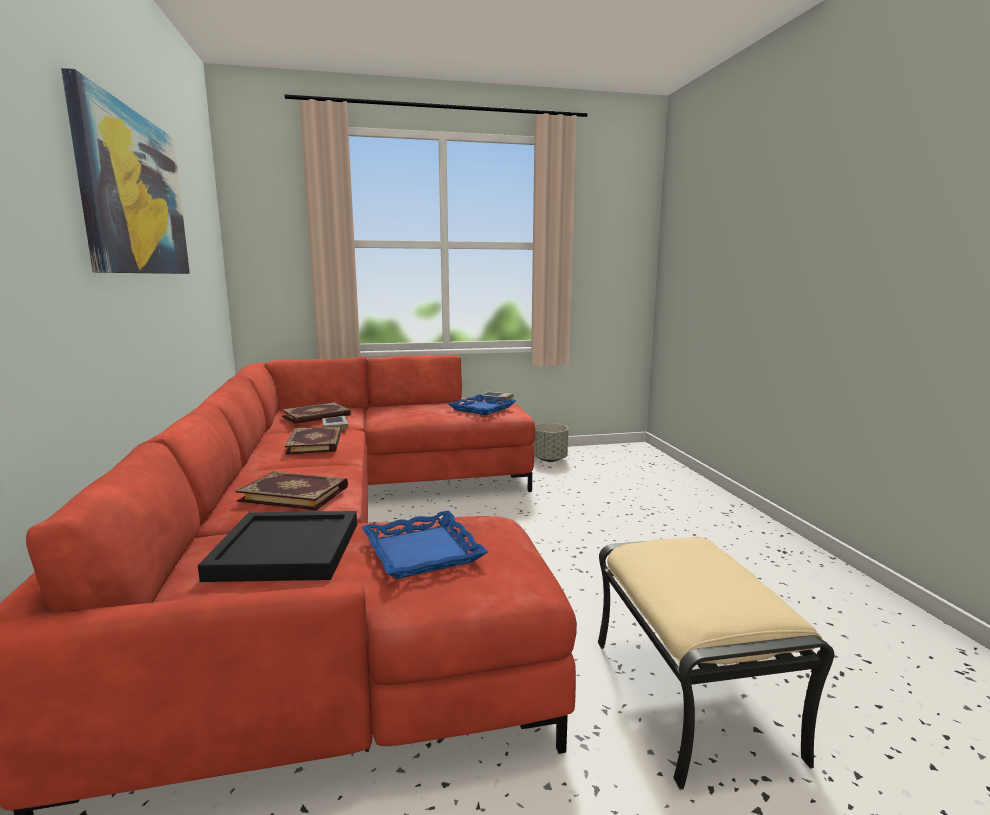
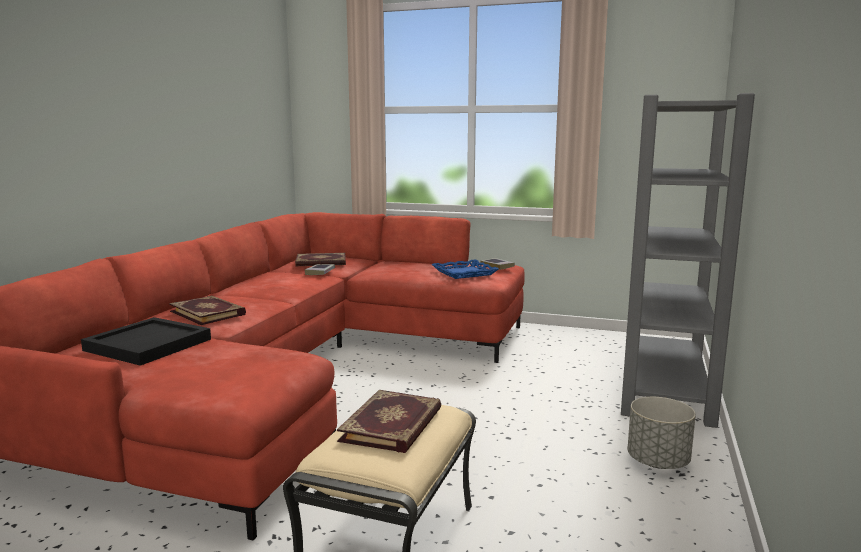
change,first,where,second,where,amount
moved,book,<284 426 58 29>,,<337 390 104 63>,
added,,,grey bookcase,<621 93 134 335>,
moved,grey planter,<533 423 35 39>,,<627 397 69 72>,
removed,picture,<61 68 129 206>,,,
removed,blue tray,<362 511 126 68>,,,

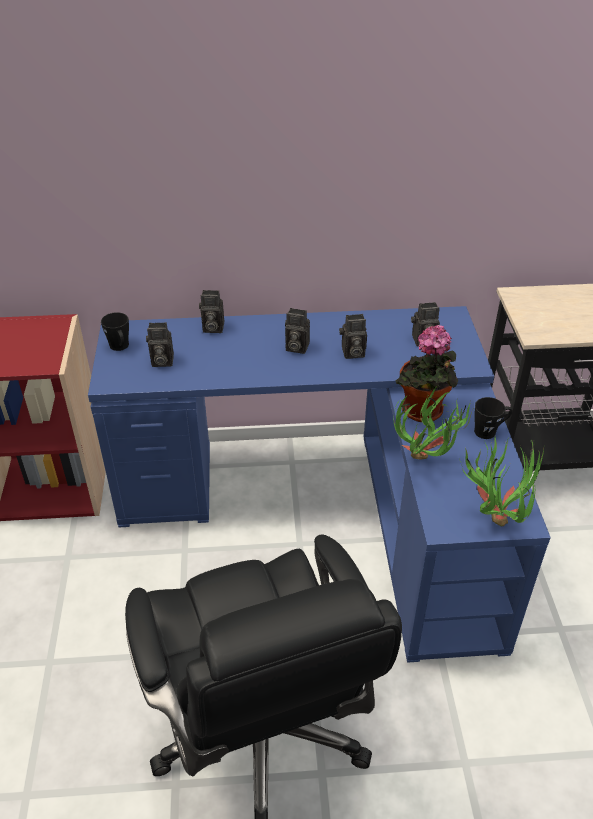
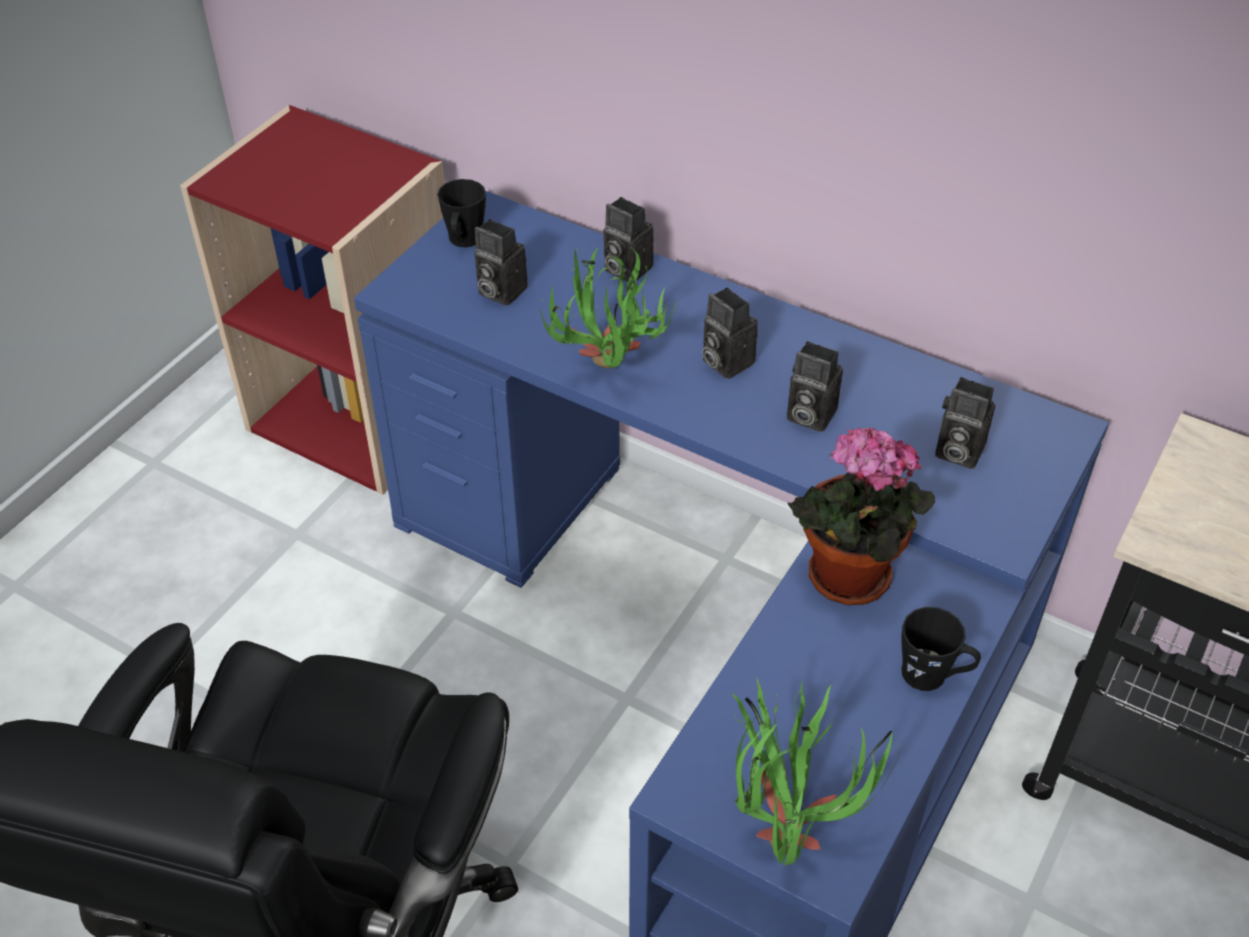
change,first,where,second,where,amount
moved,potted plant,<394 386 80 74>,,<540 248 140 121>,

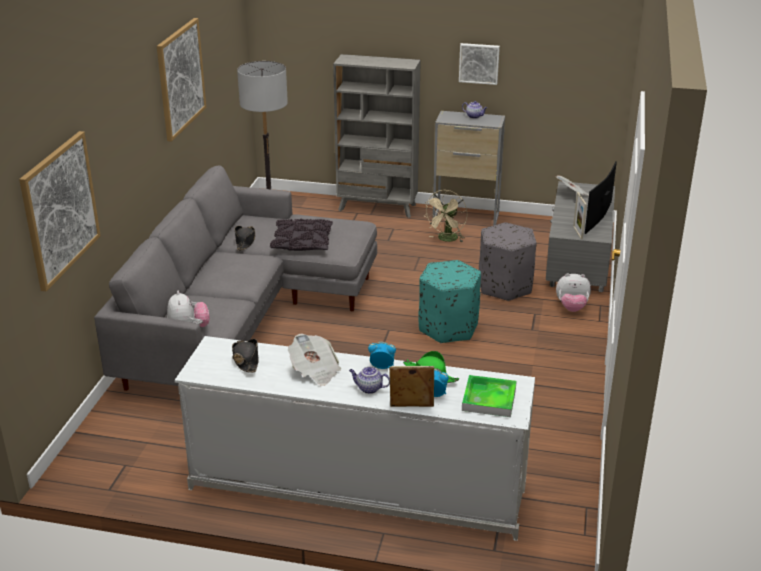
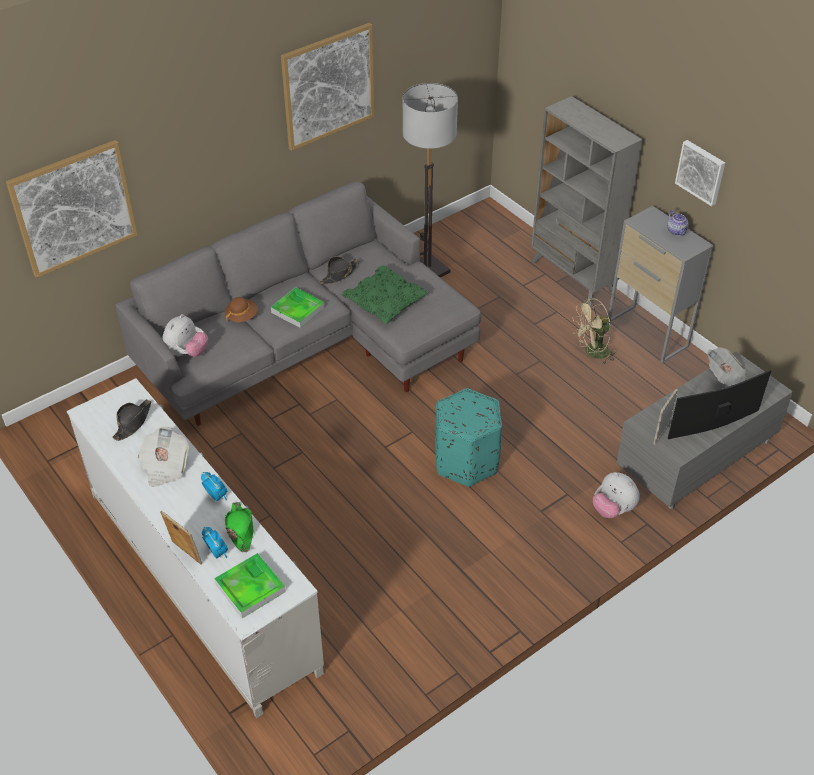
change,first,where,second,where,amount
added,,,brown hat,<225 297 33 25>,
added,,,tray,<271 287 54 41>,
recoloured,black pillow,<270 219 63 32>,green pillow,<342 265 86 59>,
removed,teapot,<349 367 41 27>,,,
removed,grey ottoman,<479 222 58 79>,,,

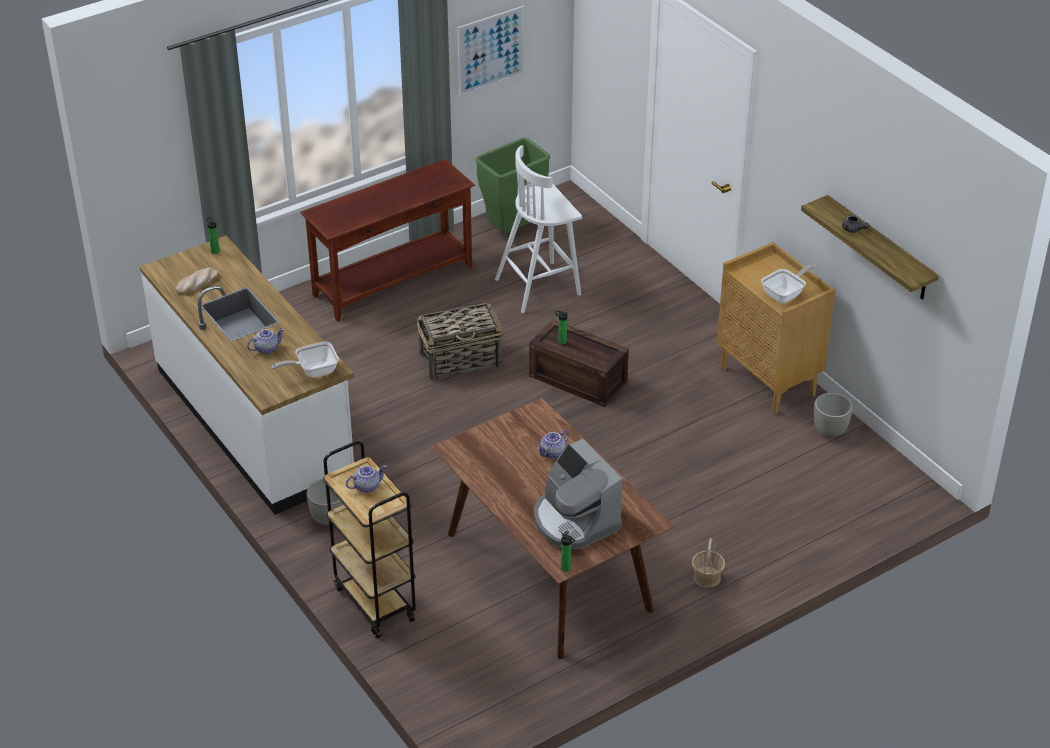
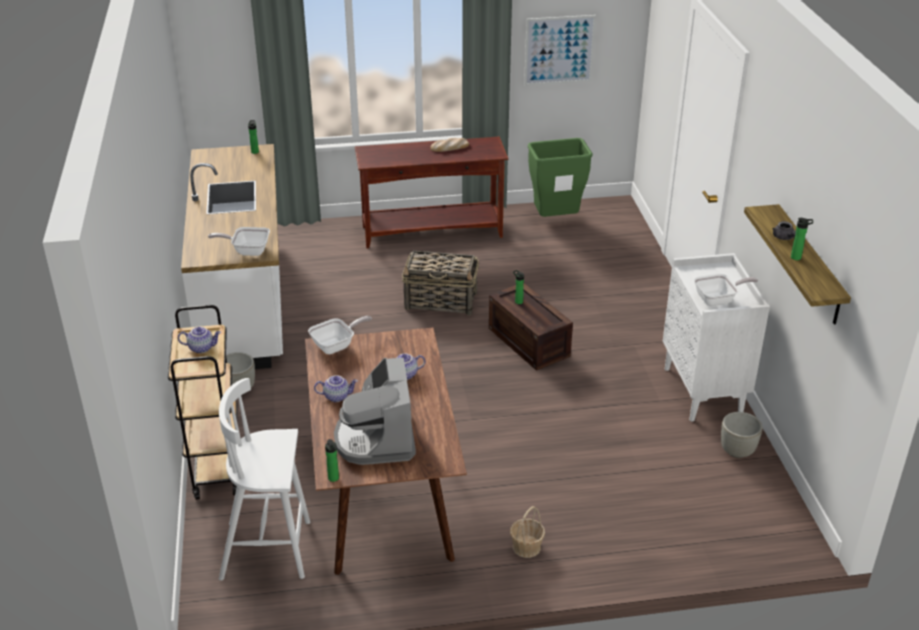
change,first,where,second,where,amount
moved,white stool,<495 145 87 168>,,<219 378 92 203>,
added,,,frying pan,<308 316 64 38>,
moved,teapot,<247 328 37 26>,,<314 375 44 27>,
moved,bread,<175 267 44 28>,,<430 138 39 14>,
recoloured,brown cabinet,<717 242 119 173>,white cabinet,<663 253 107 169>,
added,,,bottle,<791 218 22 42>,

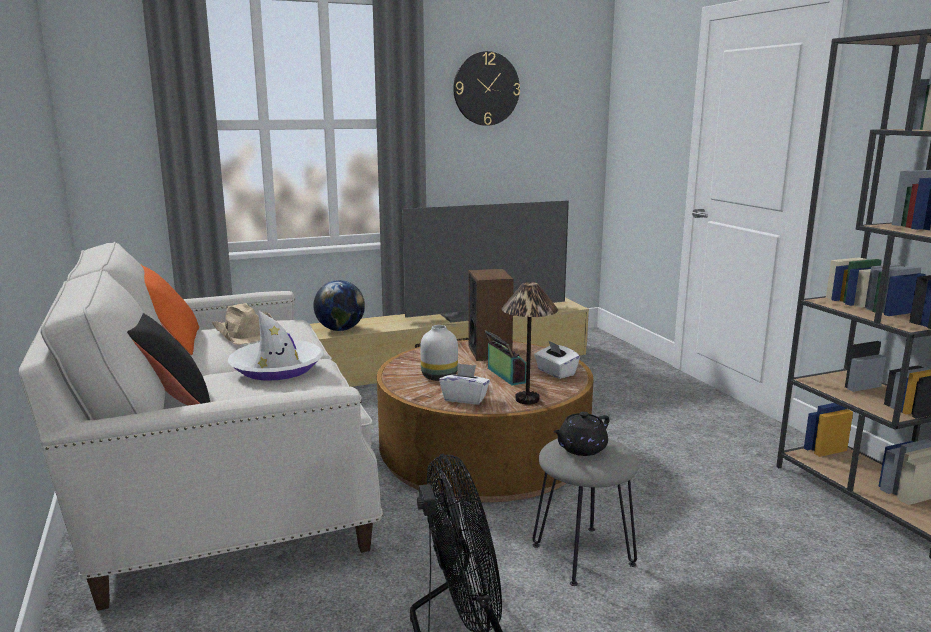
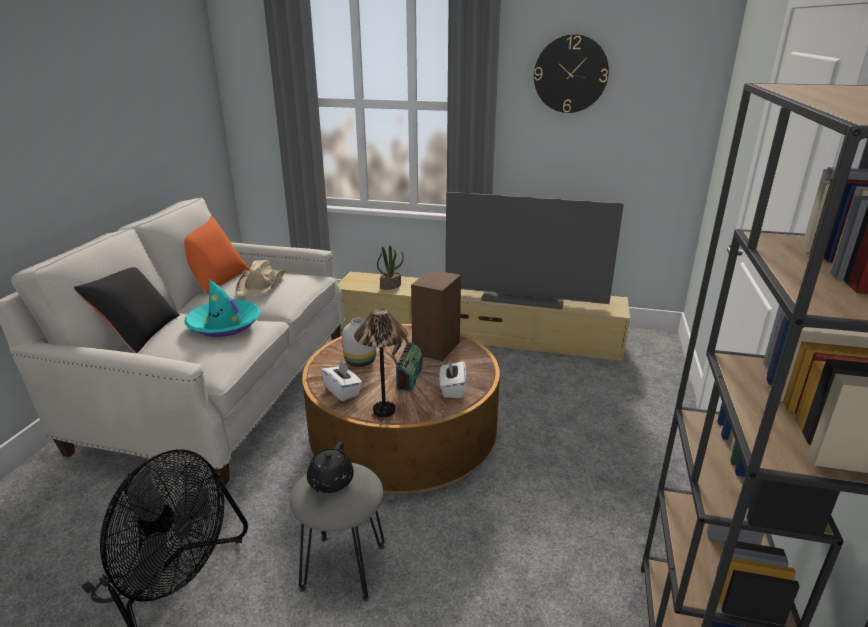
change,first,where,second,where,amount
recoloured,white hat,<228 310 96 71>,turquoise hat,<184 279 76 58>,
turned,black teapot,<553 412 56 44>,,<307 442 47 51>,75 degrees counterclockwise
replaced,globe,<313 280 52 51>,potted plant,<377 246 27 44>,

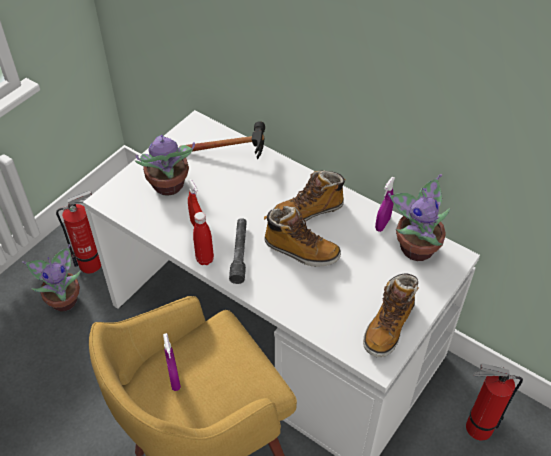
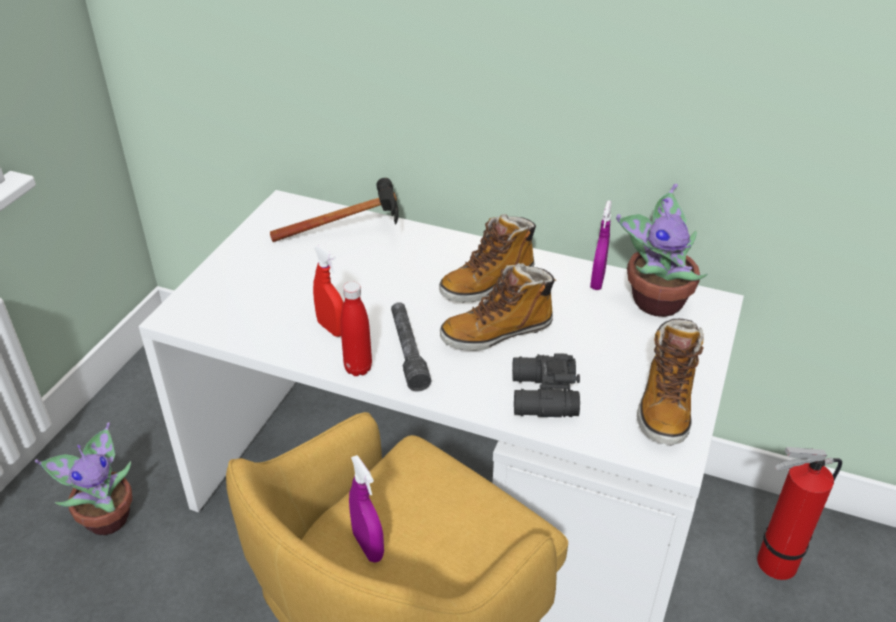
change,first,where,second,where,amount
turned,boot,<264 206 77 61>,,<440 263 117 88>,150 degrees clockwise
added,,,black binoculars,<512 354 68 63>,
removed,fire extinguisher,<56 190 45 83>,,,
removed,potted plant,<135 135 60 61>,,,

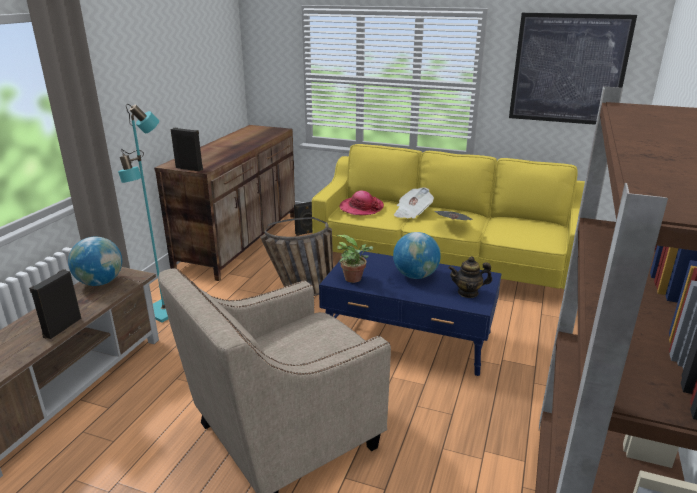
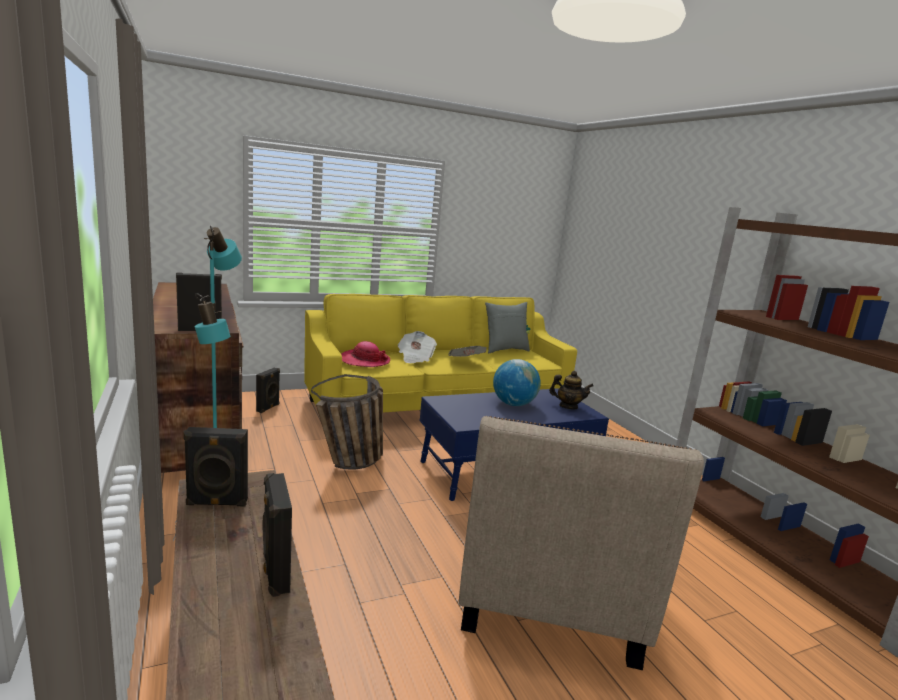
change,first,where,second,where,amount
replaced,globe,<68 237 54 49>,black speaker,<183 427 65 79>,
added,,,grey pillow,<485 302 46 51>,
turned,teapot,<448 256 44 42>,,<549 371 44 39>,120 degrees counterclockwise
removed,potted plant,<337 234 37 49>,,,
removed,picture,<509 13 128 112>,,,

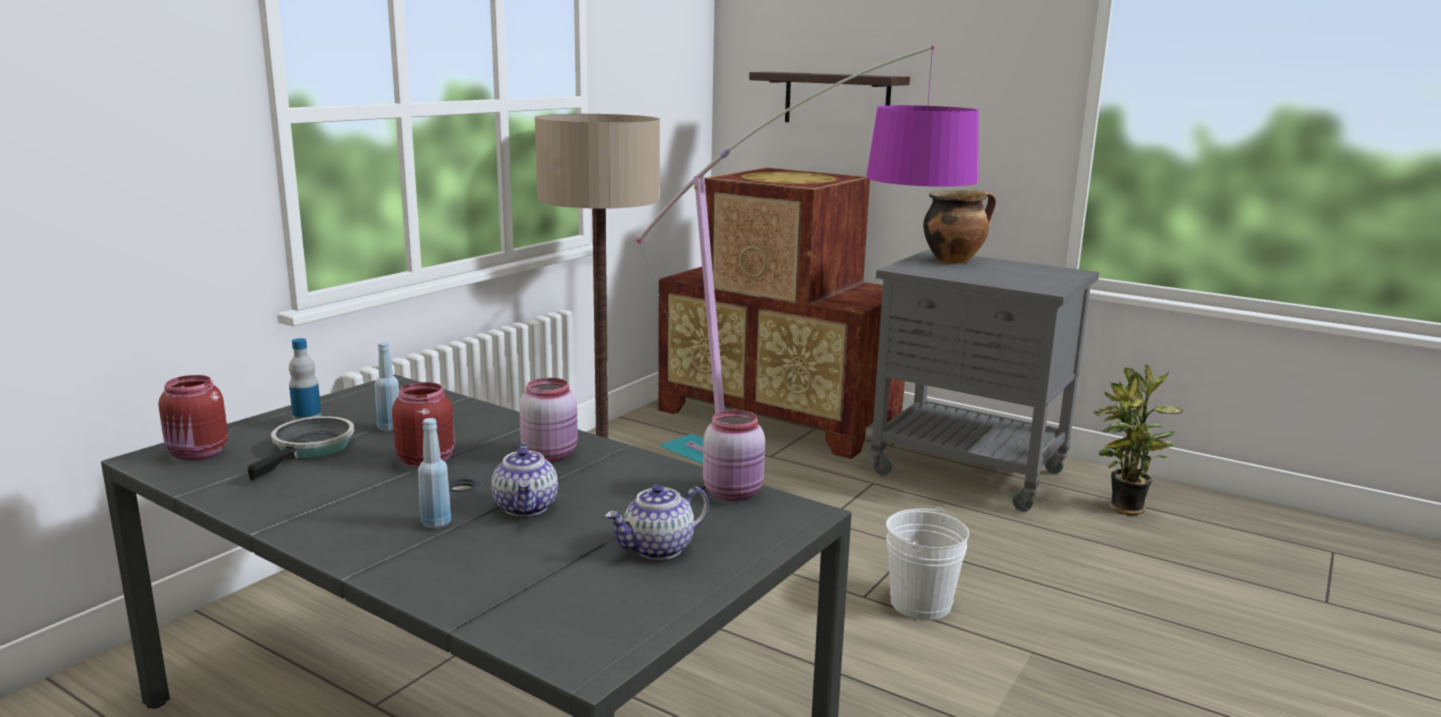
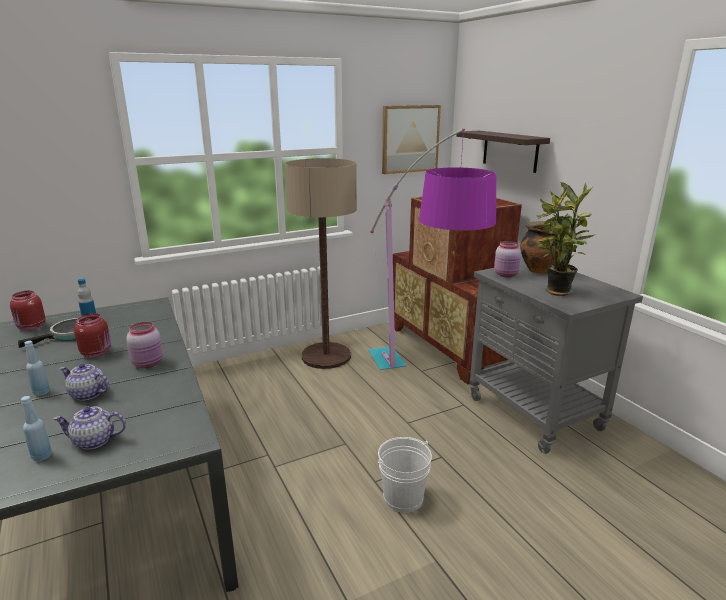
change,first,where,second,where,amount
moved,blue bottle,<374 342 25 90>,,<21 396 31 65>,
turned,teapot,<491 443 67 73>,,<60 363 50 38>,90 degrees clockwise
added,,,picture,<382 105 59 69>,
moved,pink jar,<703 409 62 92>,,<494 241 27 36>,
moved,potted plant,<1092 363 92 153>,,<536 182 58 114>,

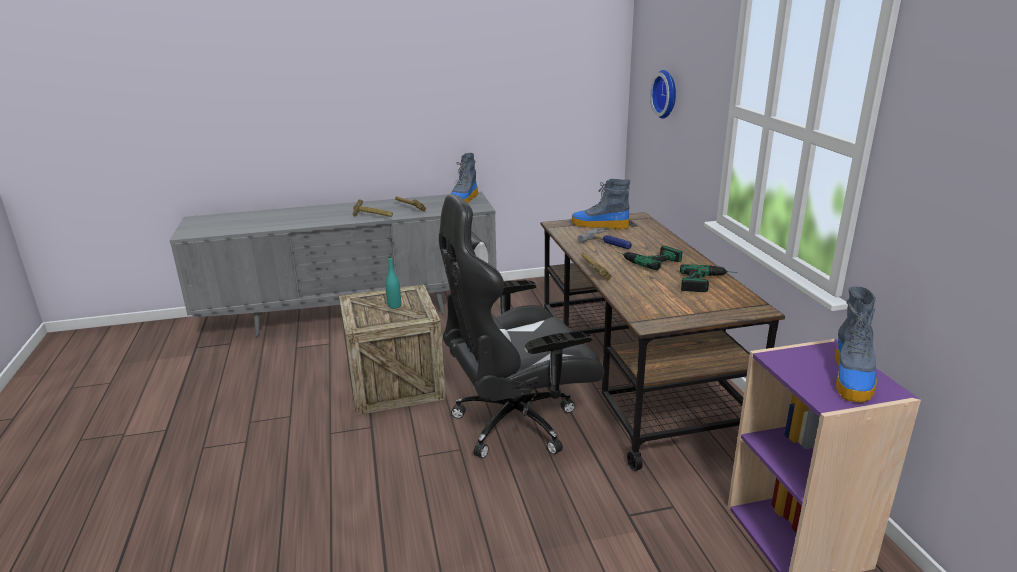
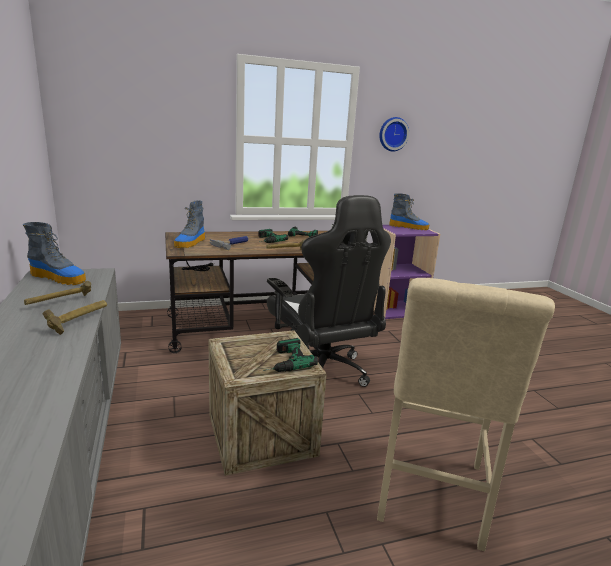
change,first,where,second,where,amount
added,,,power drill,<263 338 55 34>,
added,,,beige stool,<377 278 178 273>,
moved,wall clock,<650 70 26 49>,,<379 117 30 35>,
removed,turquoise bottle,<385 256 16 53>,,,

